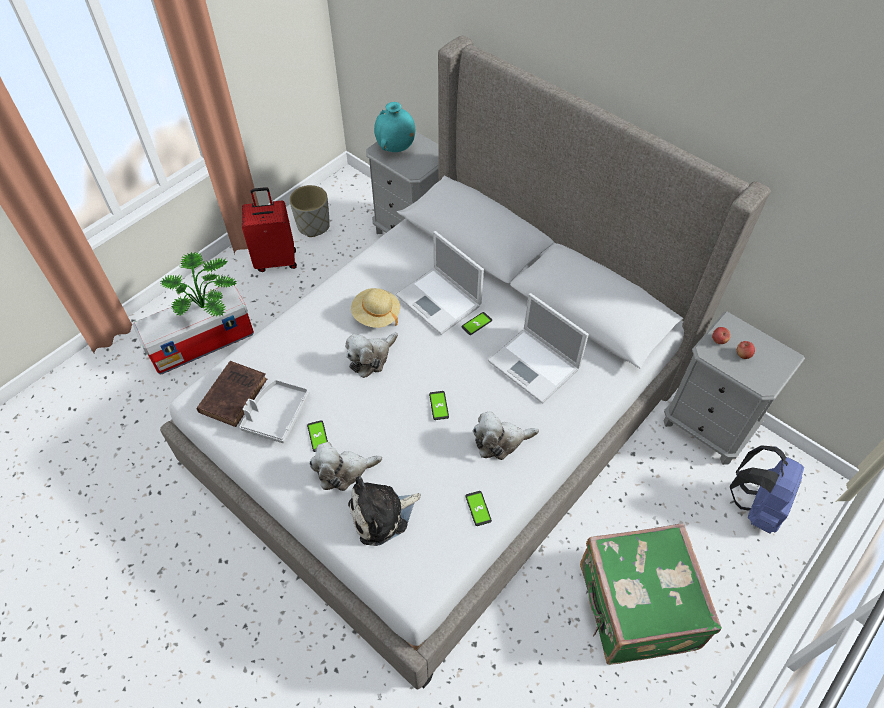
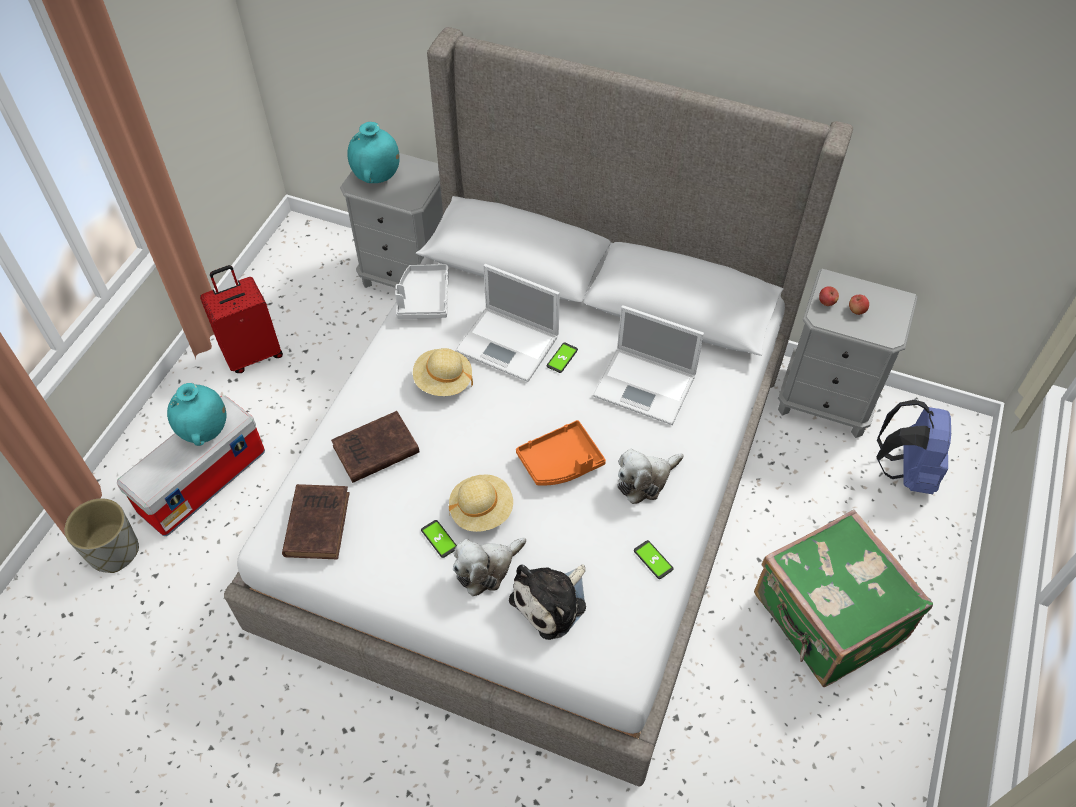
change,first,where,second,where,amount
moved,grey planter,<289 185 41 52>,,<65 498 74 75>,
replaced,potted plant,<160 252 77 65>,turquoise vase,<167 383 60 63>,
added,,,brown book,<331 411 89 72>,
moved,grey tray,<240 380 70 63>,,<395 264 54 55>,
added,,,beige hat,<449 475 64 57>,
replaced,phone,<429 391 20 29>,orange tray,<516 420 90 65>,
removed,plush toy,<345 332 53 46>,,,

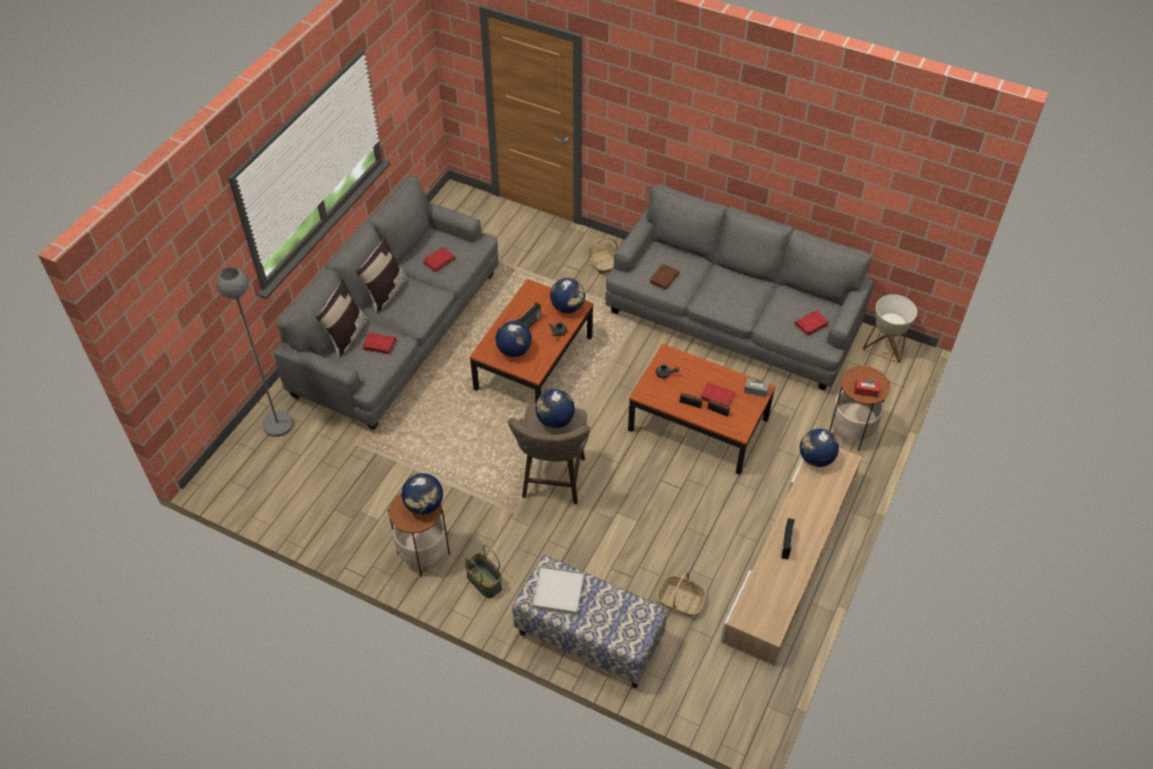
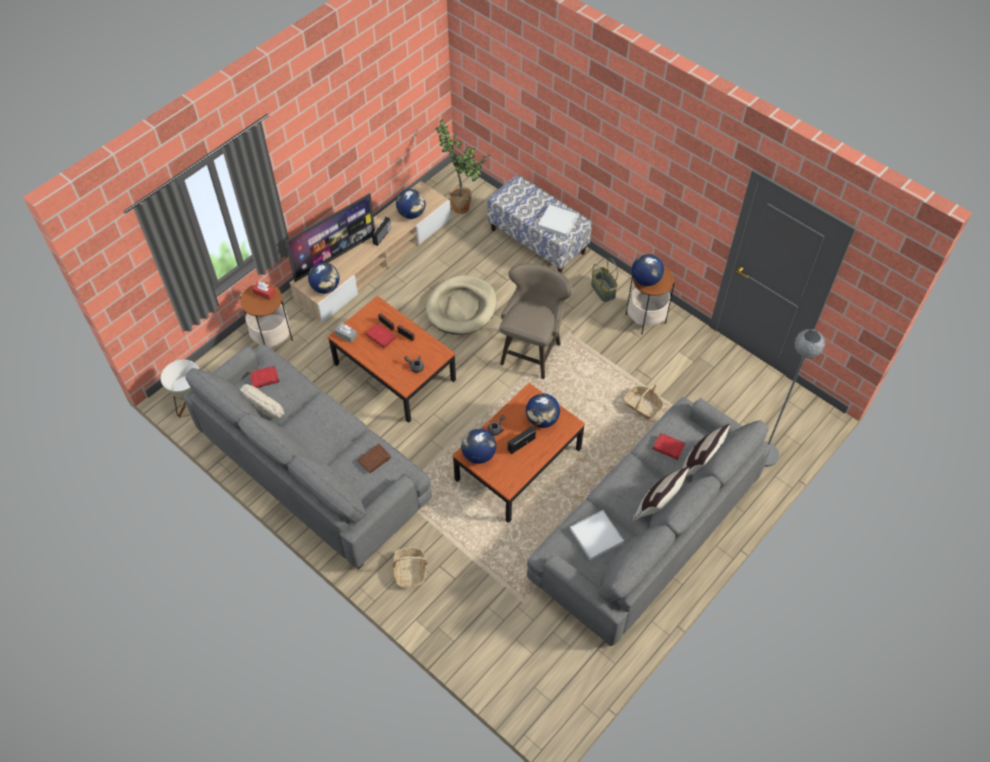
change,first,where,second,where,amount
added,,,beige pillow,<240 384 44 34>,
added,,,television,<285 193 90 89>,
moved,globe,<535 389 40 39>,,<396 189 30 30>,
added,,,beige dog bed,<426 275 71 59>,
added,,,potted plant,<435 120 54 94>,
replaced,red book,<423 247 32 25>,white tray,<570 510 54 50>,
moved,basket,<656 572 50 45>,,<624 383 40 36>,

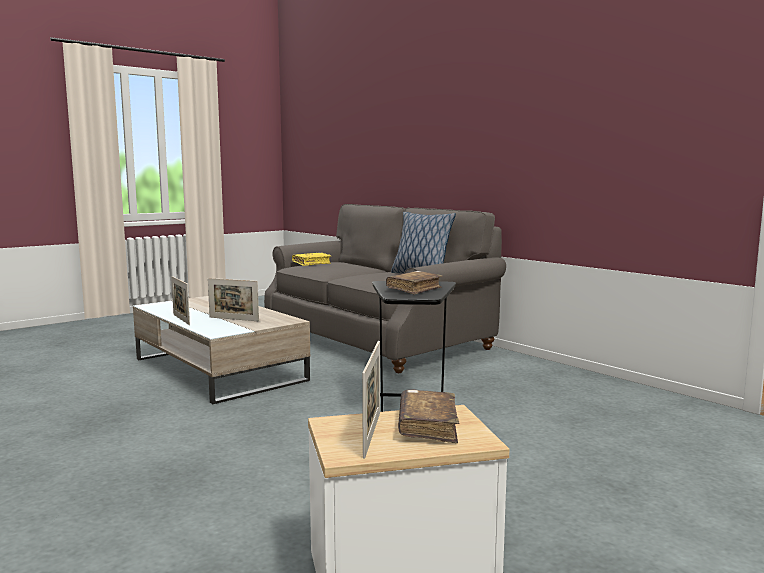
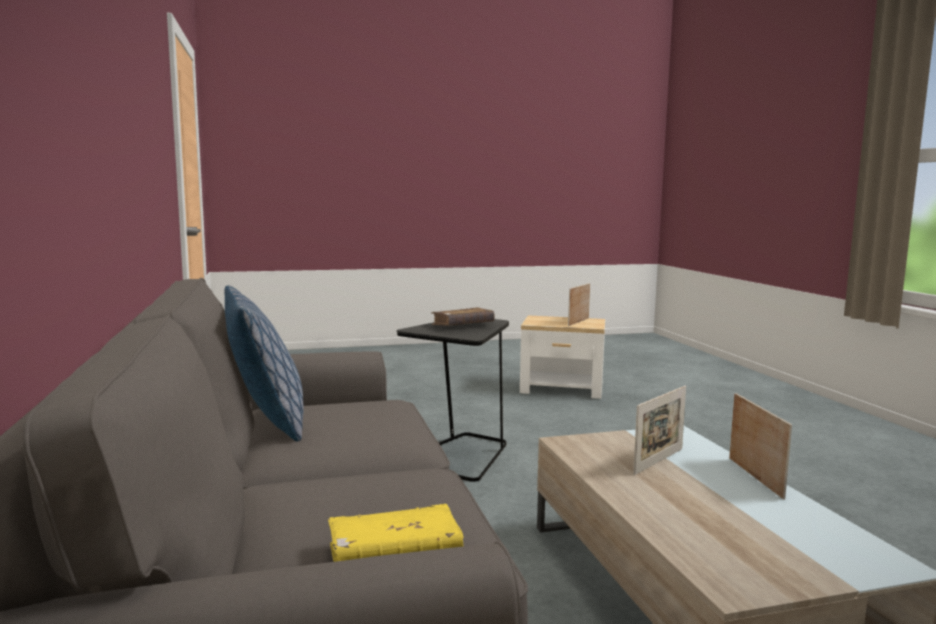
change,first,where,second,where,amount
turned,picture frame,<208 278 51 43>,,<633 386 53 89>,90 degrees clockwise
removed,brown book,<398 389 61 54>,,,

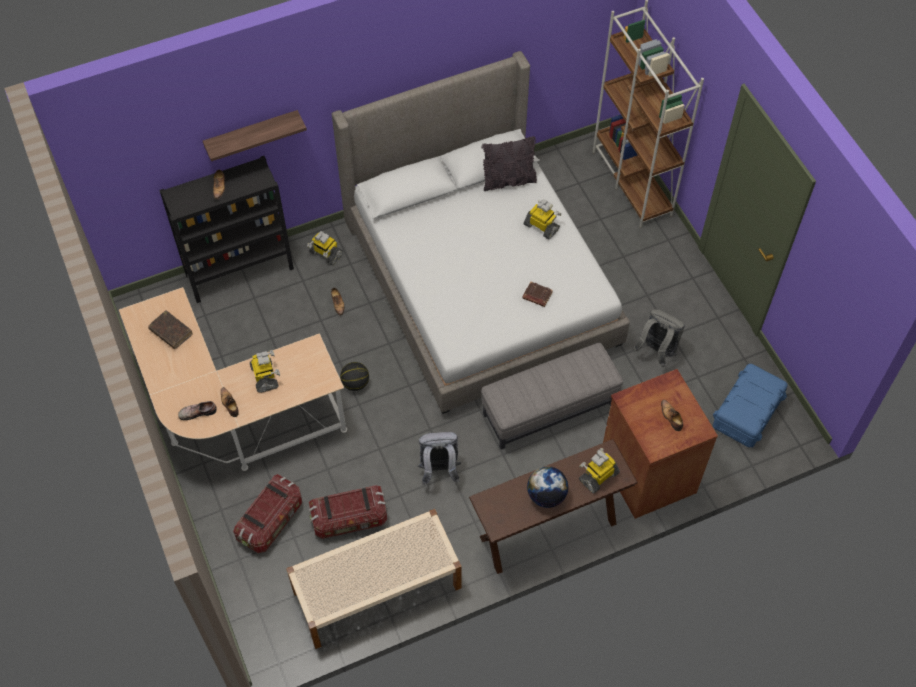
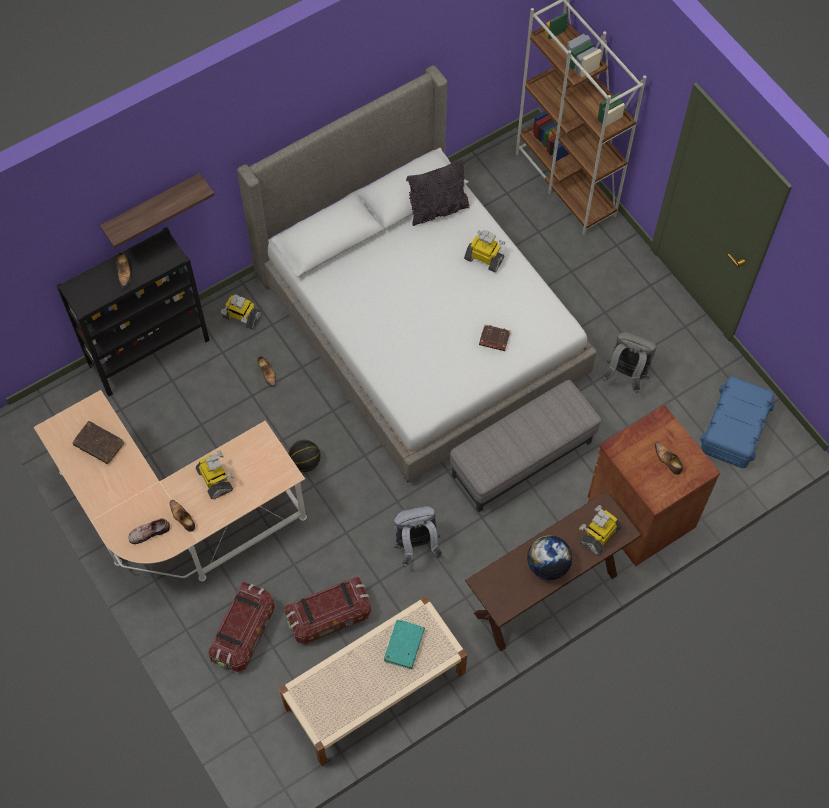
change,first,where,second,where,amount
added,,,turquoise book,<384 620 41 49>,

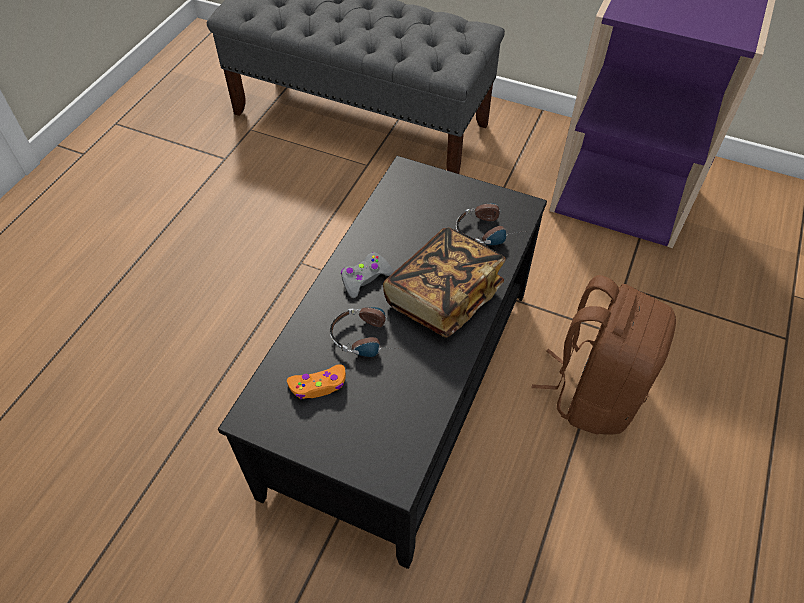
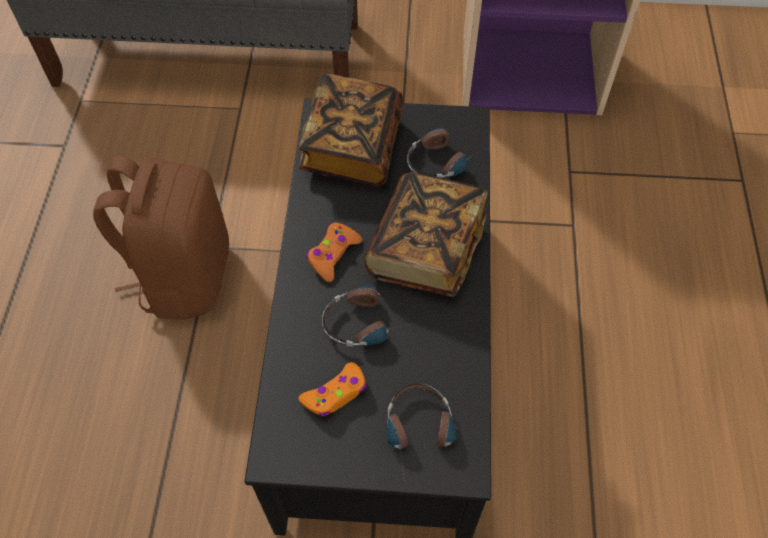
change,first,where,second,where,amount
moved,brown backpack,<532 275 144 160>,,<93 156 136 163>,
added,,,book,<299 74 104 114>,
recoloured,grey game controller,<341 252 53 46>,orange game controller,<306 223 56 59>,
added,,,headphones,<387 383 69 93>,

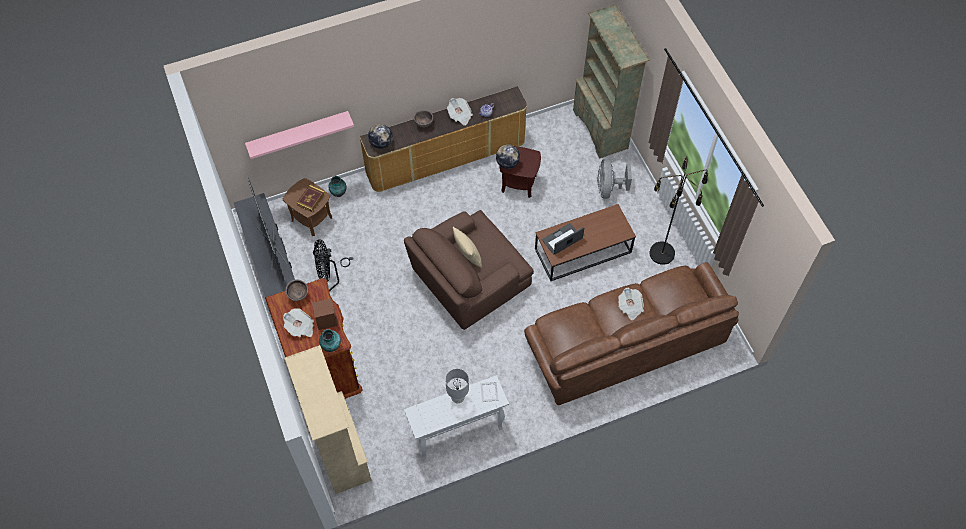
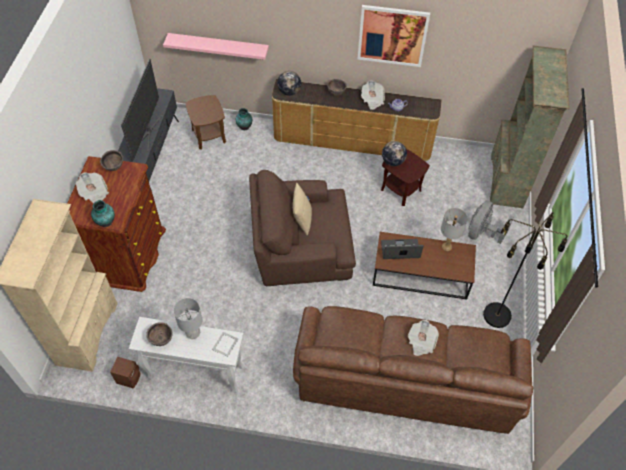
change,first,where,second,where,amount
moved,brown speaker,<312 298 25 32>,,<110 357 31 32>,
added,,,brown bowl,<146 322 27 24>,
added,,,picture,<357 5 73 62>,
added,,,grey table lamp,<441 208 27 43>,
removed,book,<297 185 28 27>,,,
removed,black fan,<313 239 40 53>,,,

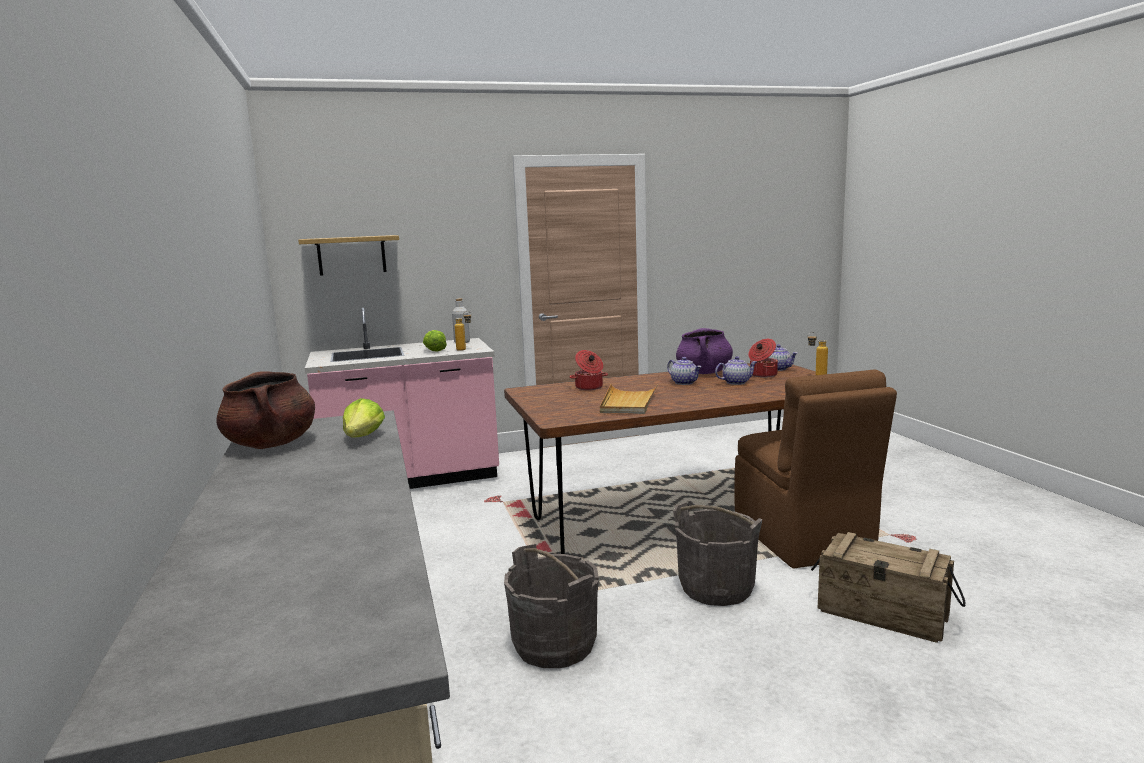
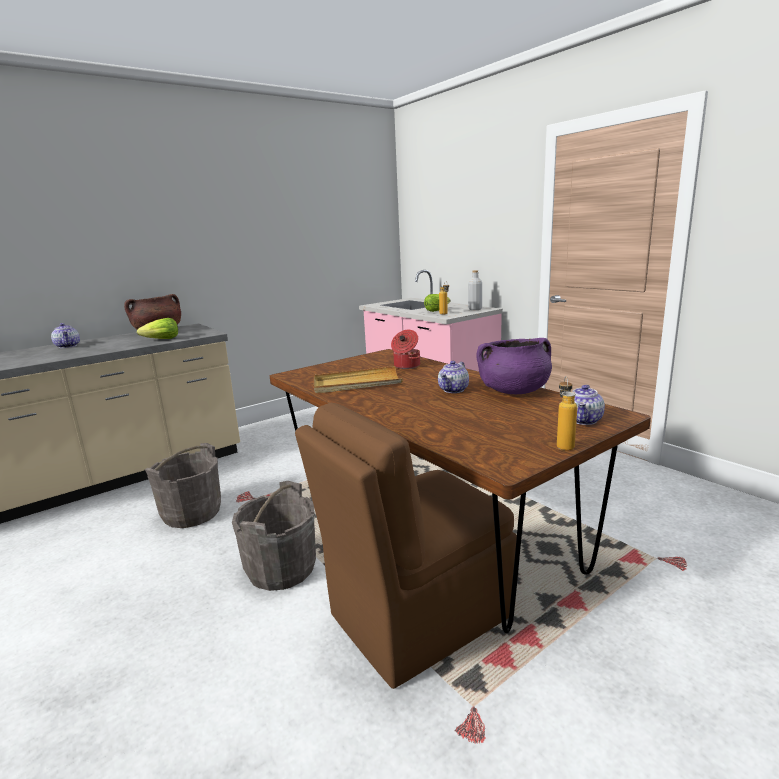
change,first,where,second,where,amount
moved,teapot,<715 356 42 29>,,<51 323 29 25>,
removed,shelf,<298 235 101 41>,,,
removed,cooking pot,<748 339 30 39>,,,
removed,crate,<811 532 155 111>,,,

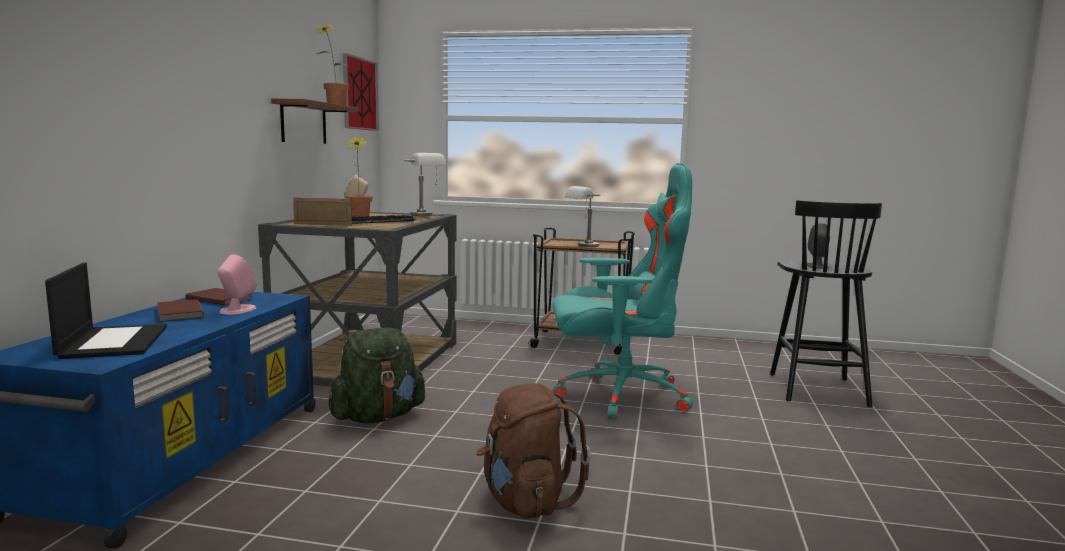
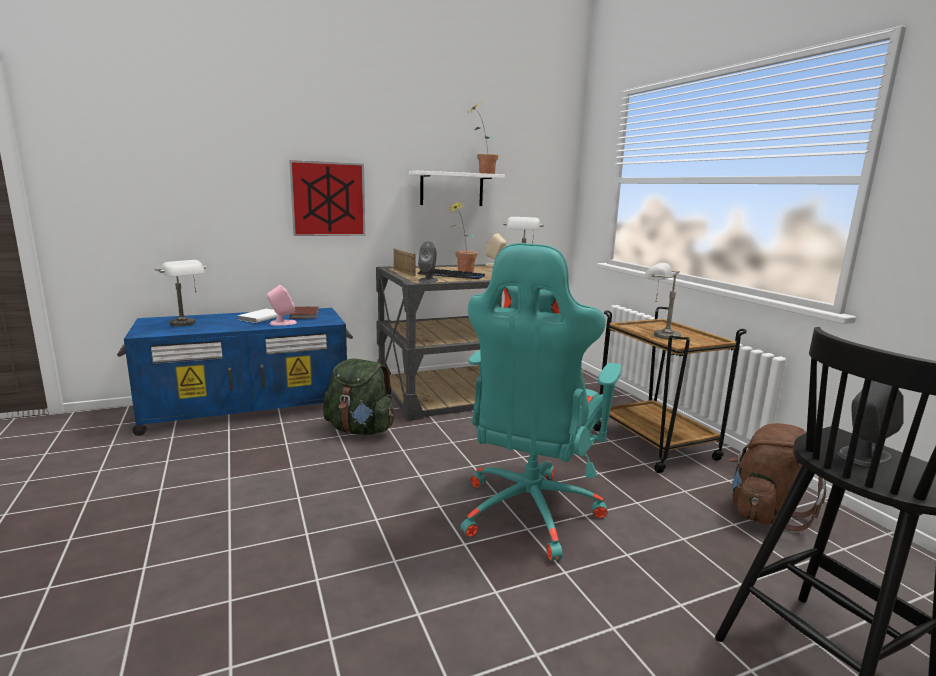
change,first,where,second,where,amount
replaced,laptop,<45 263 122 96>,grey table lamp,<155 260 51 66>,
recoloured,brown book,<157 299 47 23>,white book,<237 309 41 14>,
moved,picture,<343 53 36 78>,,<289 160 76 76>,
recoloured,brown shelf,<271 99 88 45>,white shelf,<409 171 96 35>,
added,,,grey speaker,<418 241 20 42>,
turned,turquoise office chair,<552 163 141 256>,,<460 243 162 318>,60 degrees clockwise
moved,brown backpack,<476 383 115 136>,,<729 423 97 109>,

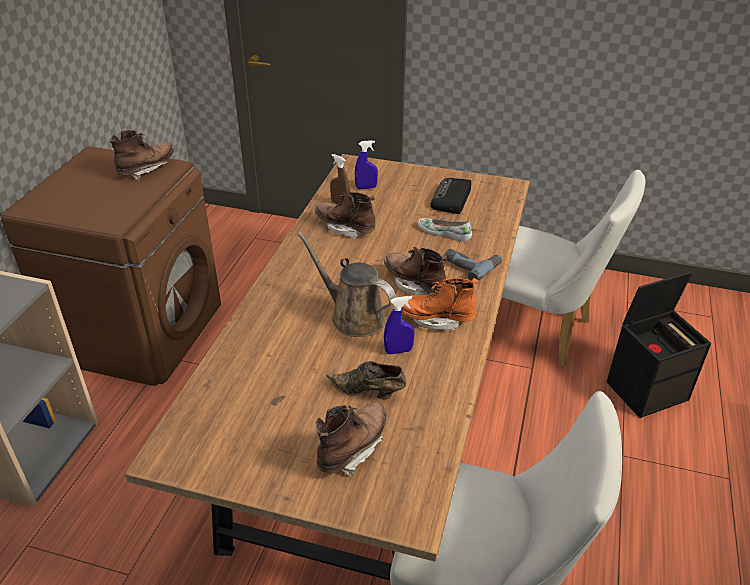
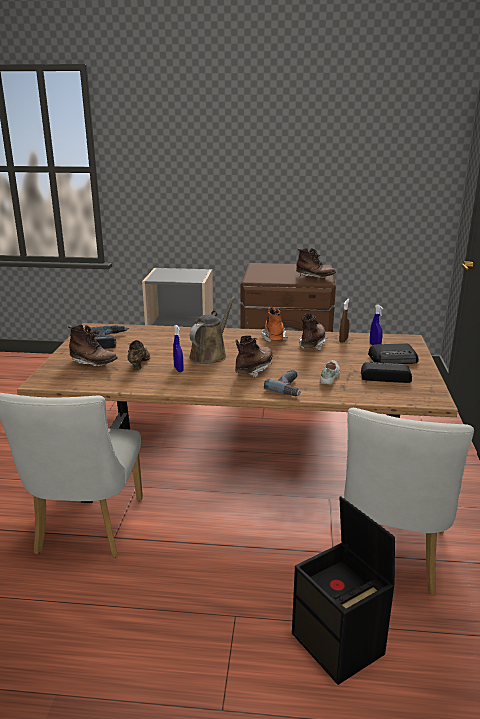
change,first,where,second,where,amount
added,,,power drill,<90 325 39 24>,
moved,orange boot,<401 278 78 52>,,<262 307 26 35>,
added,,,radio,<368 343 51 21>,

